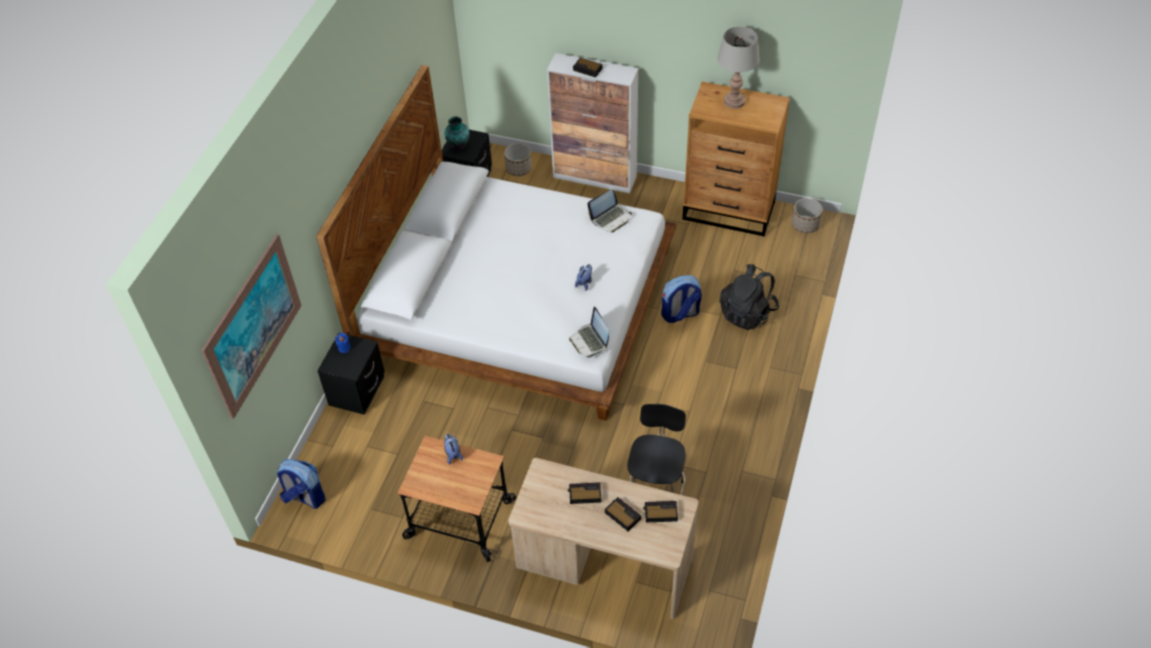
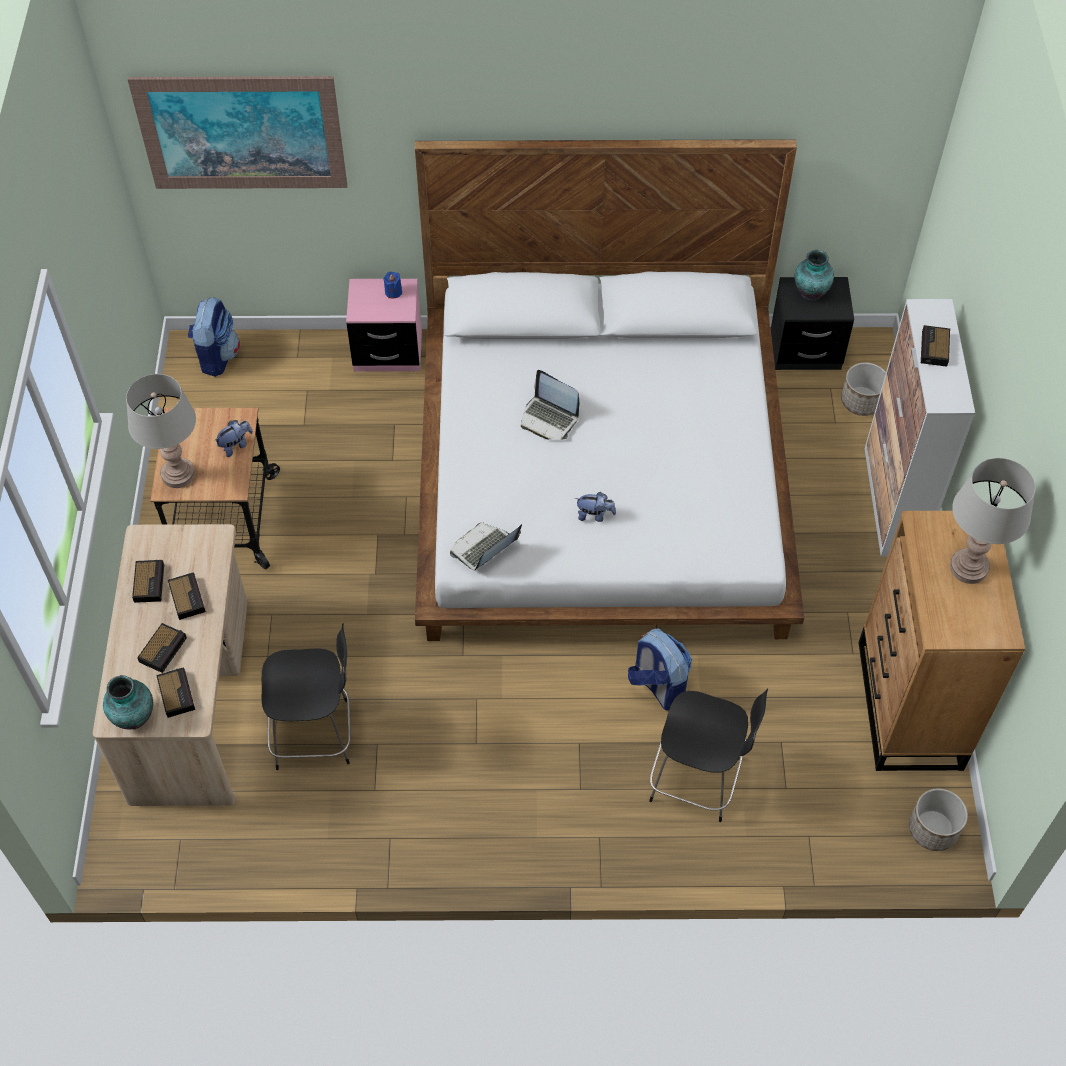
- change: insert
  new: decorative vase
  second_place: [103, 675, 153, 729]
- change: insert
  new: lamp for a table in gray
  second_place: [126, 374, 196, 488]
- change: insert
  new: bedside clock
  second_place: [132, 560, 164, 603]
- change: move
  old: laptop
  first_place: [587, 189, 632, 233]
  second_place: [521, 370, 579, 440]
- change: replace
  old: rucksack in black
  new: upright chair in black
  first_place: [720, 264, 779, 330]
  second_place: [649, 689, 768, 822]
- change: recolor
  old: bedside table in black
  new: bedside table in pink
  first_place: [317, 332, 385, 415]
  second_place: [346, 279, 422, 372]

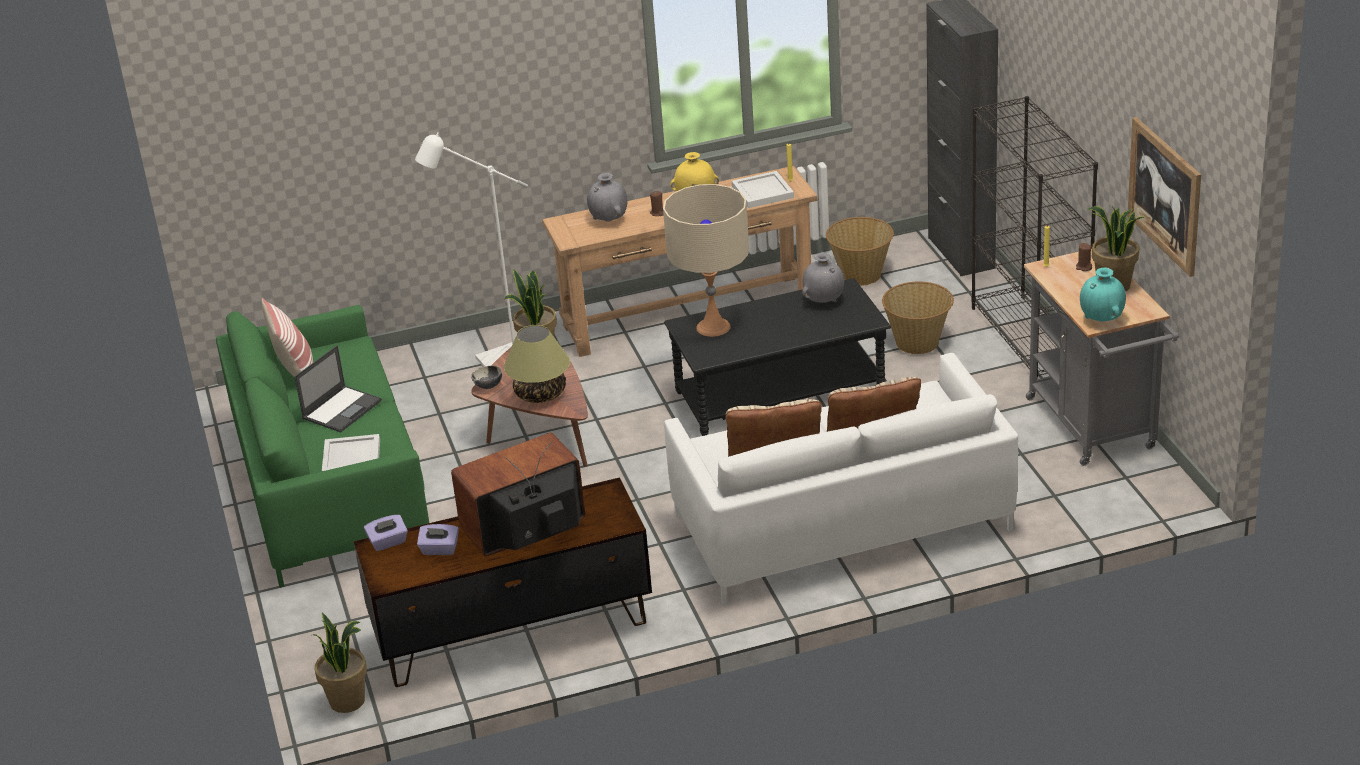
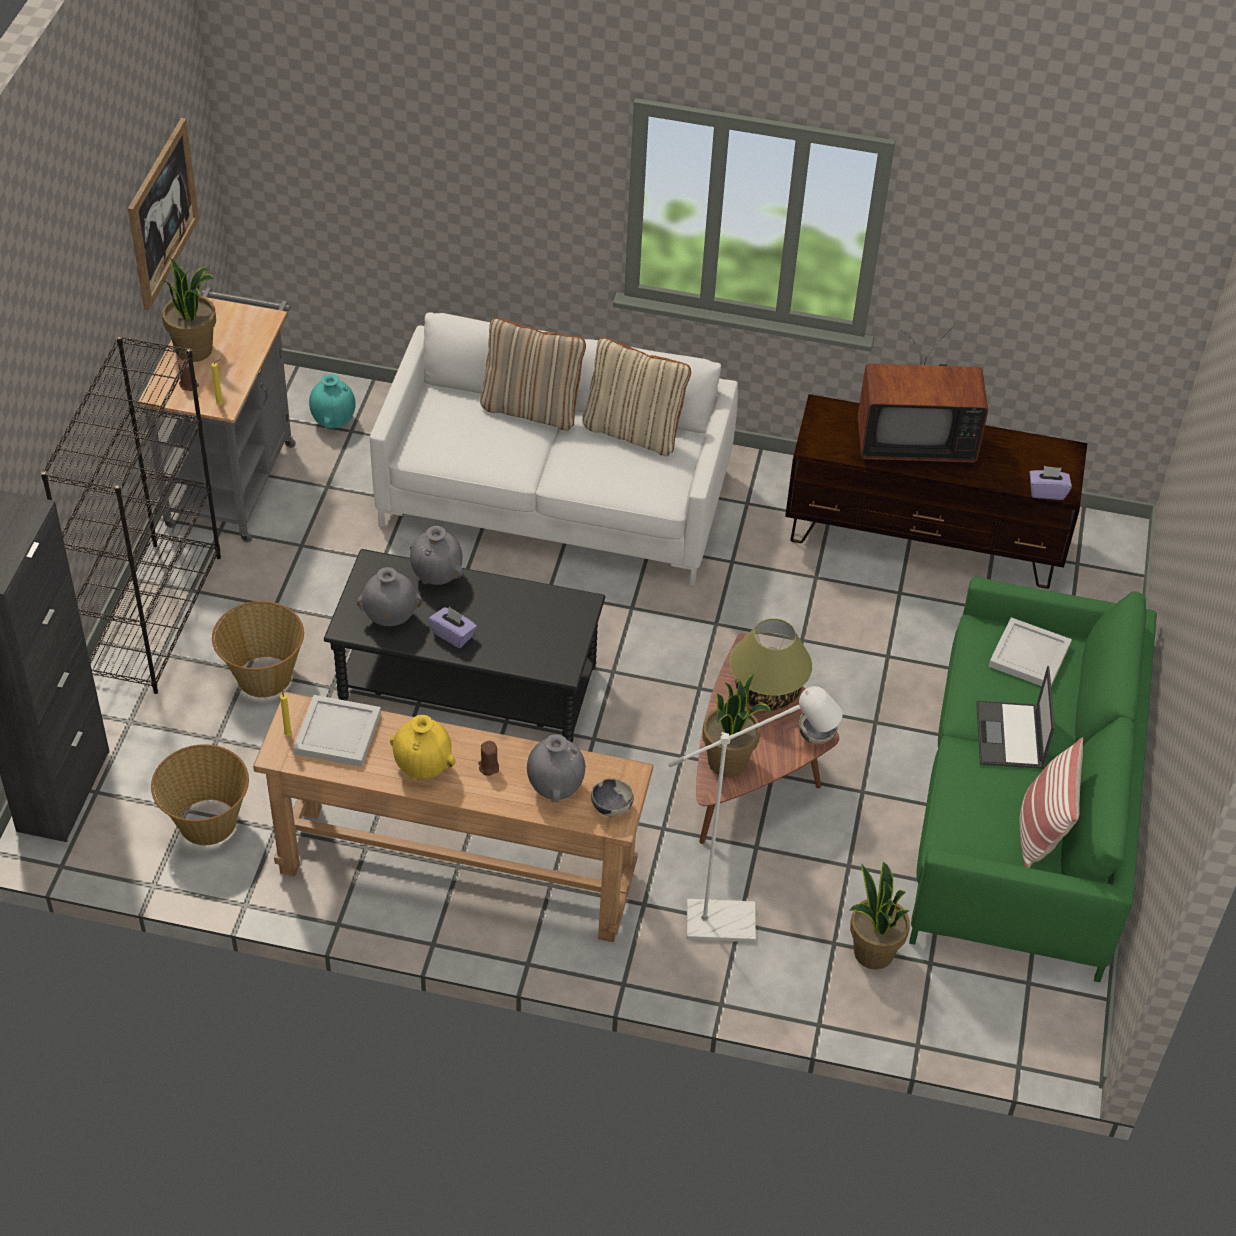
- change: delete
  old: lamp for a table in beige
  first_place: [663, 184, 749, 337]
- change: insert
  new: decorative vase in gray
  second_place: [410, 526, 463, 585]
- change: insert
  new: bowl
  second_place: [591, 779, 634, 817]
- change: move
  old: potted plant
  first_place: [313, 613, 367, 713]
  second_place: [849, 862, 910, 970]
- change: move
  old: tissue holder in purplish
  first_place: [417, 524, 459, 555]
  second_place: [429, 606, 477, 648]
- change: move
  old: decorative vase in blue-green
  first_place: [1080, 267, 1126, 322]
  second_place: [309, 374, 356, 428]
- change: rotate
  old: laptop
  first_place: [294, 345, 382, 433]
  second_place: [976, 666, 1055, 769]
  degrees: -60

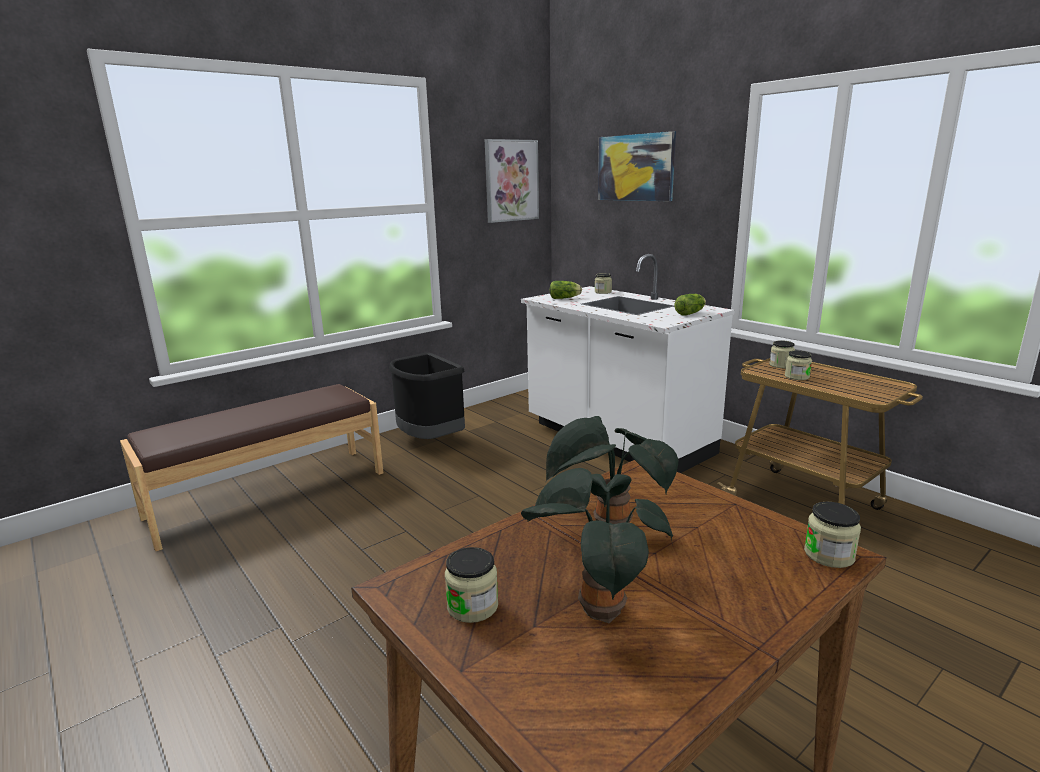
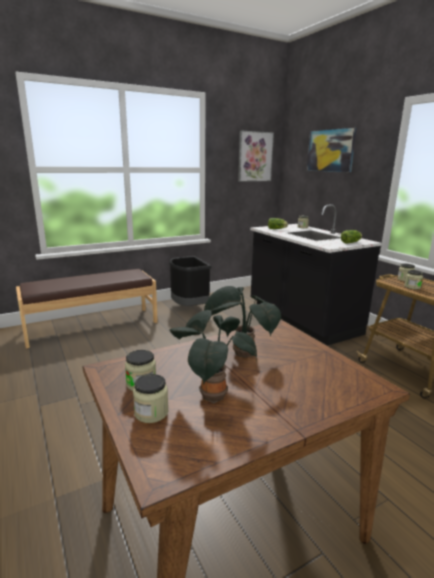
- change: move
  old: jar
  first_place: [804, 502, 861, 568]
  second_place: [133, 374, 169, 423]
- change: recolor
  old: kitchen counter in white
  new: kitchen counter in black
  first_place: [521, 254, 735, 473]
  second_place: [250, 204, 382, 345]

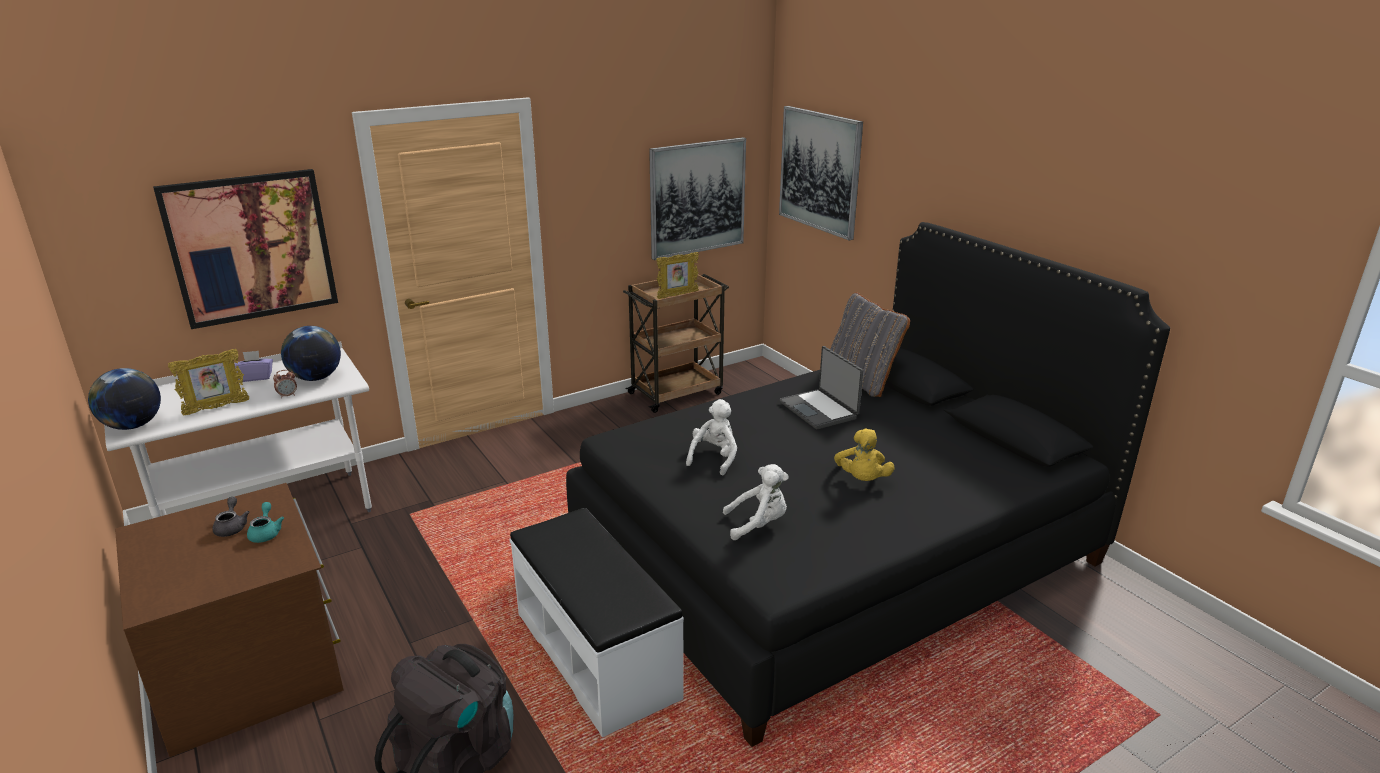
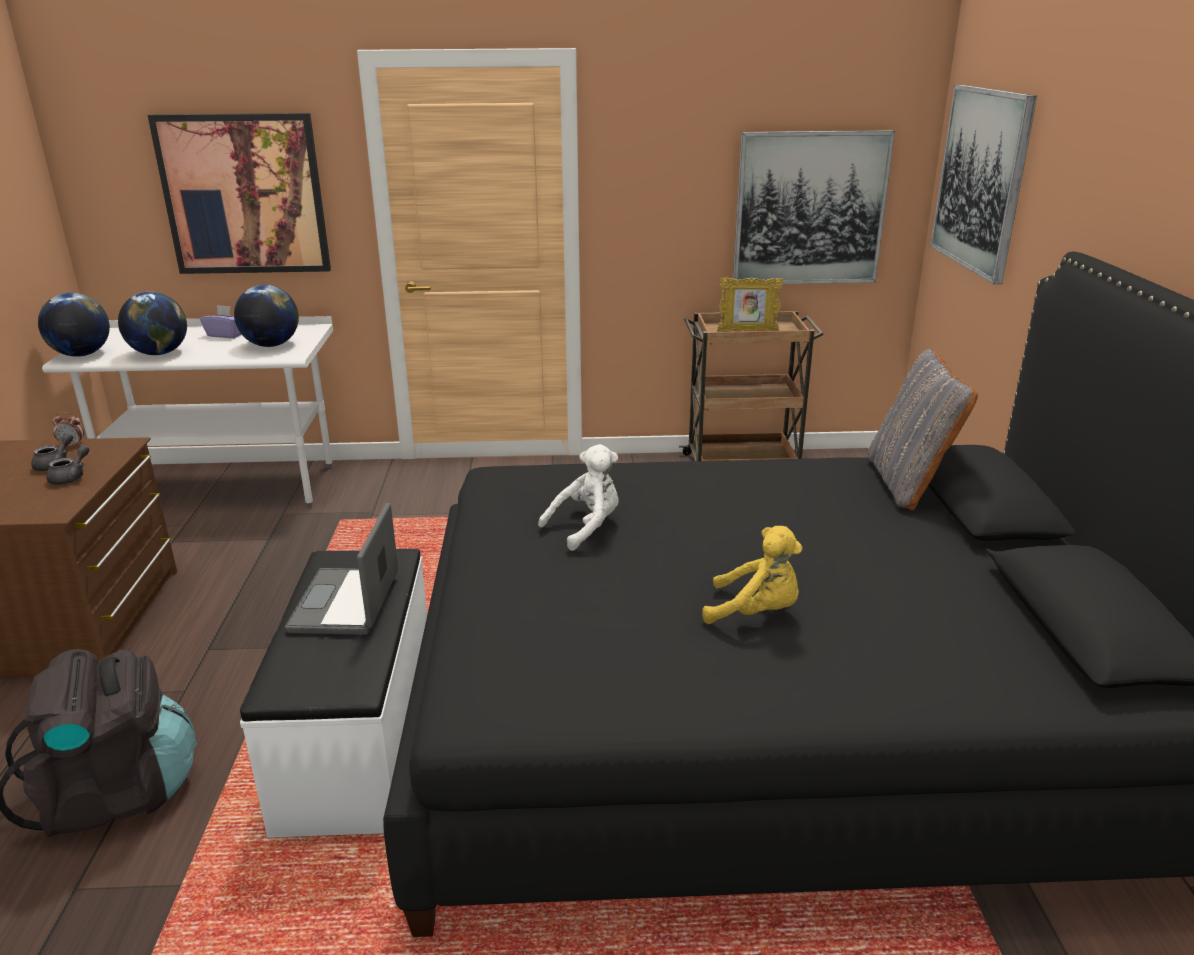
- change: delete
  old: cuddly toy in white
  first_place: [723, 464, 788, 540]
- change: move
  old: bedside clock
  first_place: [273, 370, 297, 398]
  second_place: [52, 412, 84, 447]
- change: move
  old: laptop
  first_place: [780, 346, 863, 429]
  second_place: [285, 503, 398, 635]
- change: replace
  old: standing frame
  new: desk globe
  first_place: [168, 349, 249, 415]
  second_place: [118, 292, 187, 355]
- change: recolor
  old: teapot in blue-green
  new: teapot in gray
  first_place: [247, 502, 284, 543]
  second_place: [46, 445, 89, 485]
- change: rotate
  old: cuddly toy in yellow-coloured
  first_place: [834, 429, 895, 481]
  second_place: [702, 526, 803, 624]
  degrees: -105

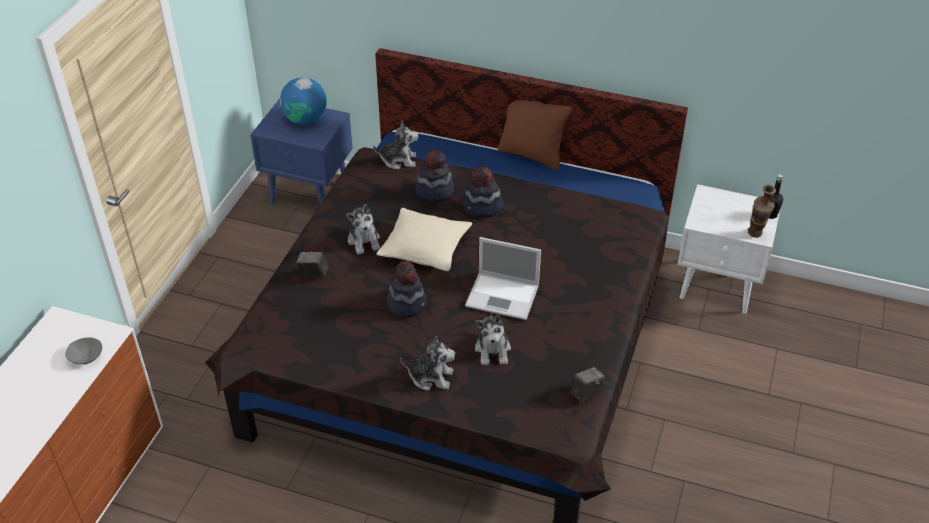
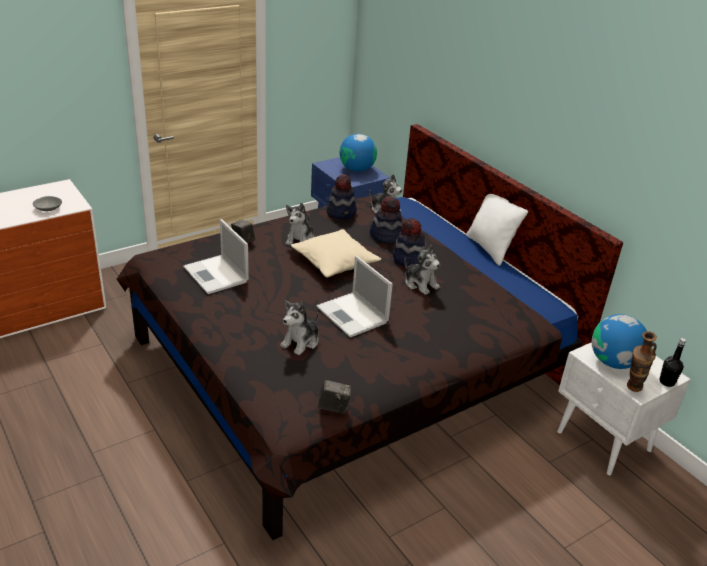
- change: insert
  new: laptop
  second_place: [183, 219, 249, 294]
- change: insert
  new: desk globe
  second_place: [592, 314, 647, 369]
- change: move
  old: hat
  first_place: [387, 262, 427, 318]
  second_place: [327, 174, 357, 219]
- change: move
  old: cuddly toy
  first_place: [400, 336, 456, 391]
  second_place: [404, 245, 440, 295]
- change: recolor
  old: throw pillow in brownish
  new: throw pillow in white
  first_place: [498, 100, 573, 170]
  second_place: [466, 194, 528, 266]

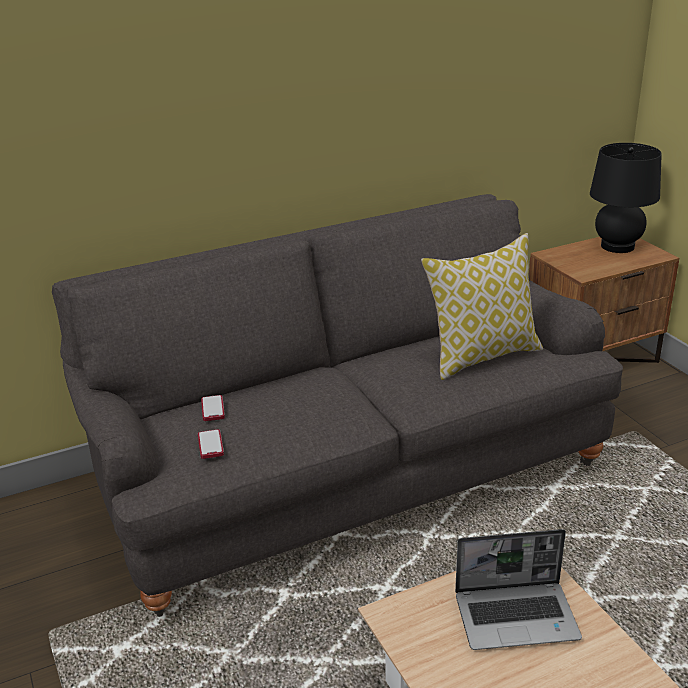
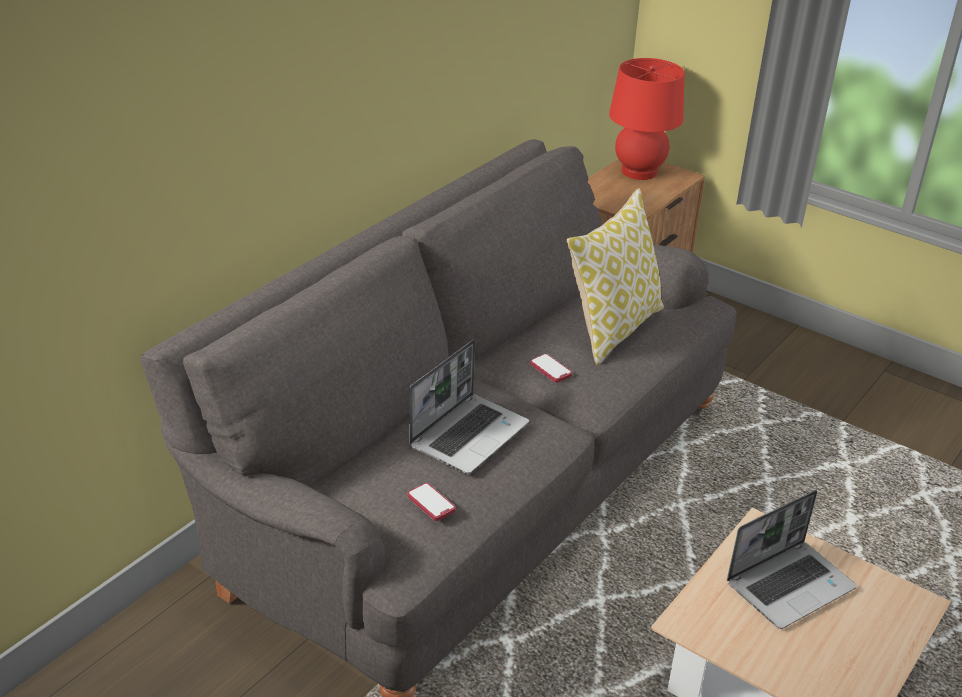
- change: insert
  new: laptop
  second_place: [409, 339, 529, 474]
- change: move
  old: handset
  first_place: [201, 395, 225, 421]
  second_place: [530, 354, 572, 383]
- change: recolor
  old: lamp for a table in black
  new: lamp for a table in red-coloured
  first_place: [590, 143, 662, 253]
  second_place: [609, 58, 685, 180]

